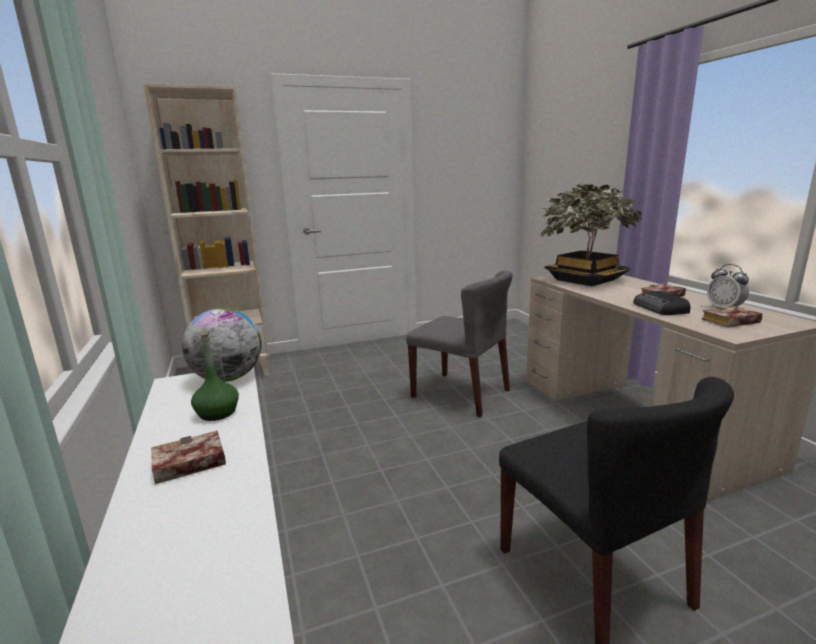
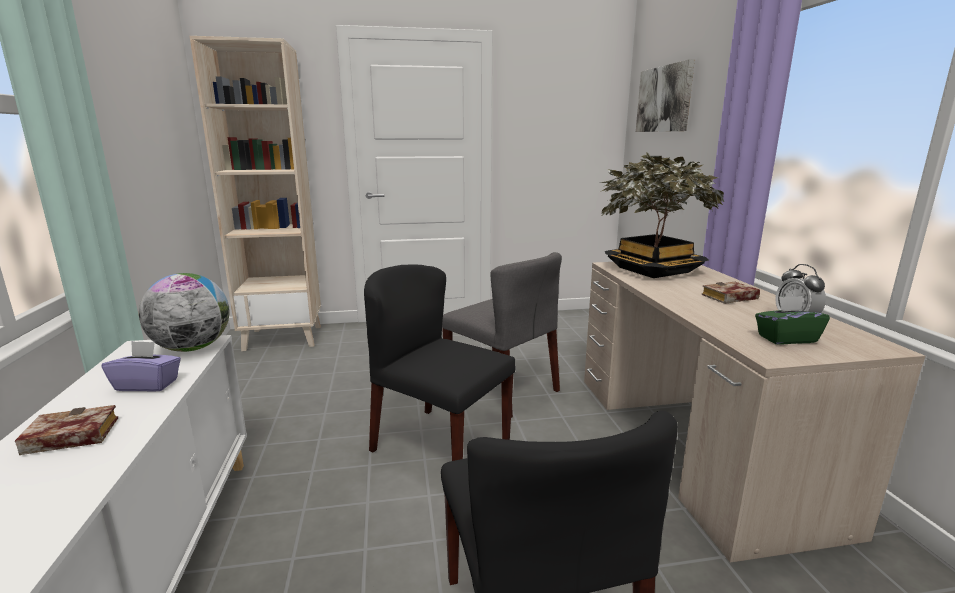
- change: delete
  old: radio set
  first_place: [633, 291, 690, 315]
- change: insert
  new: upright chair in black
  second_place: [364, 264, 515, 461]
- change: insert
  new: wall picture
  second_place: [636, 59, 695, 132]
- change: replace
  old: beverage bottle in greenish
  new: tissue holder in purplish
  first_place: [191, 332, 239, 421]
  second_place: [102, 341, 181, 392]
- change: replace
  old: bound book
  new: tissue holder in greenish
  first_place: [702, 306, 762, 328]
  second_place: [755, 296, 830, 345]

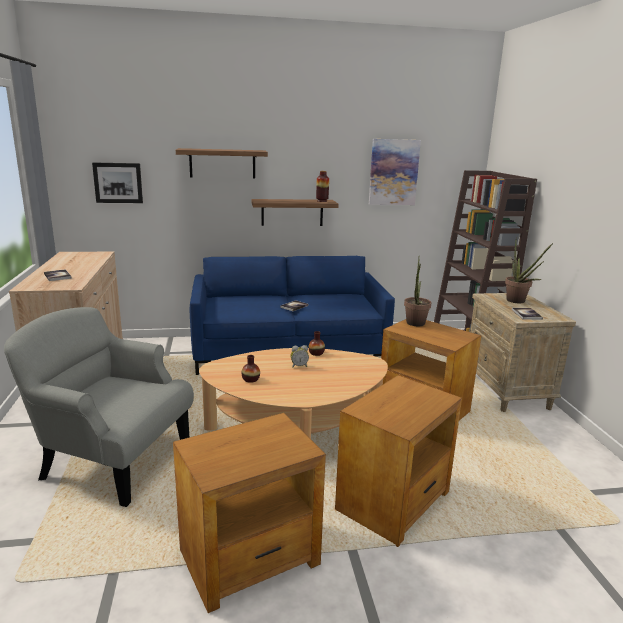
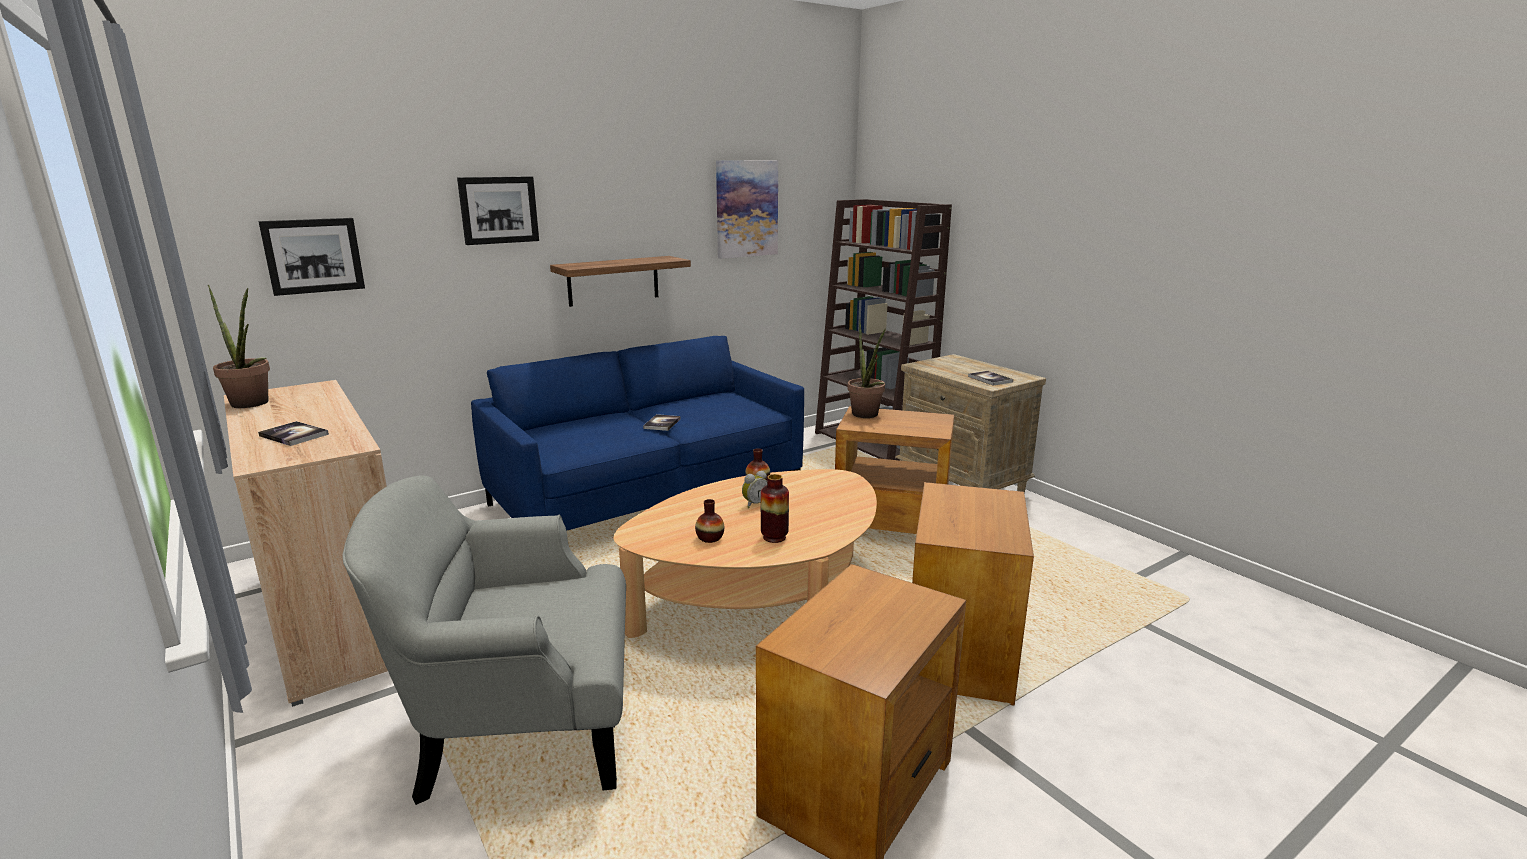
- change: move
  old: decorative vase
  first_place: [316, 171, 329, 202]
  second_place: [761, 474, 789, 543]
- change: move
  old: potted plant
  first_place: [505, 237, 553, 303]
  second_place: [208, 285, 270, 408]
- change: replace
  old: wall shelf
  new: wall picture
  first_place: [176, 148, 268, 179]
  second_place: [457, 176, 539, 245]

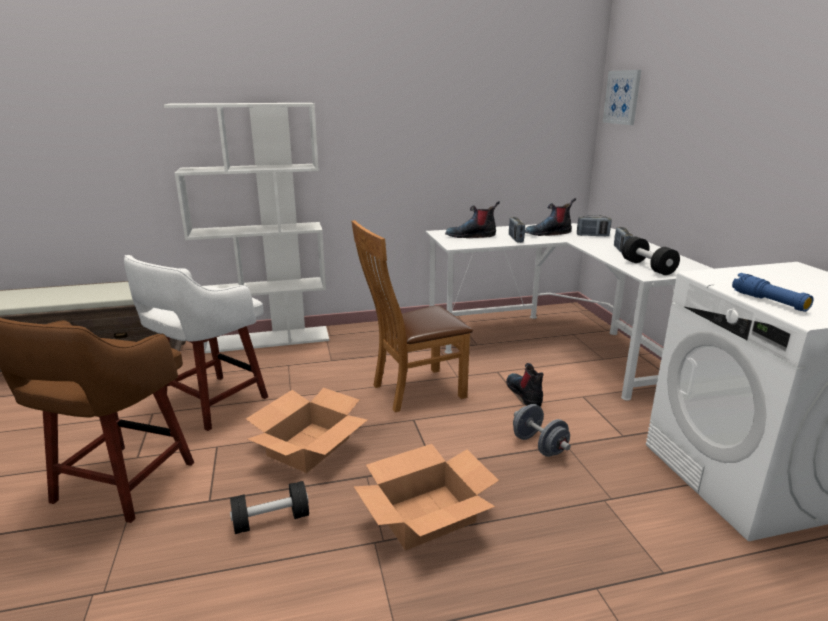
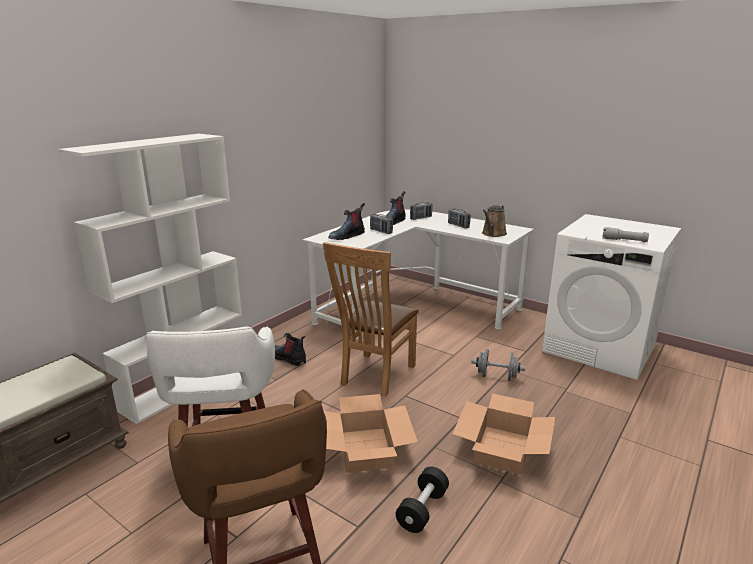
- change: delete
  old: wall picture
  first_place: [603, 70, 641, 125]
- change: move
  old: tall boot
  first_place: [506, 363, 544, 407]
  second_place: [275, 333, 306, 366]
- change: replace
  old: hand weight in black
  new: watering pot in brownish
  first_place: [622, 237, 680, 275]
  second_place: [482, 205, 507, 237]
- change: recolor
  old: flashlight in blue
  new: flashlight in gray
  first_place: [732, 273, 814, 312]
  second_place: [602, 227, 649, 242]

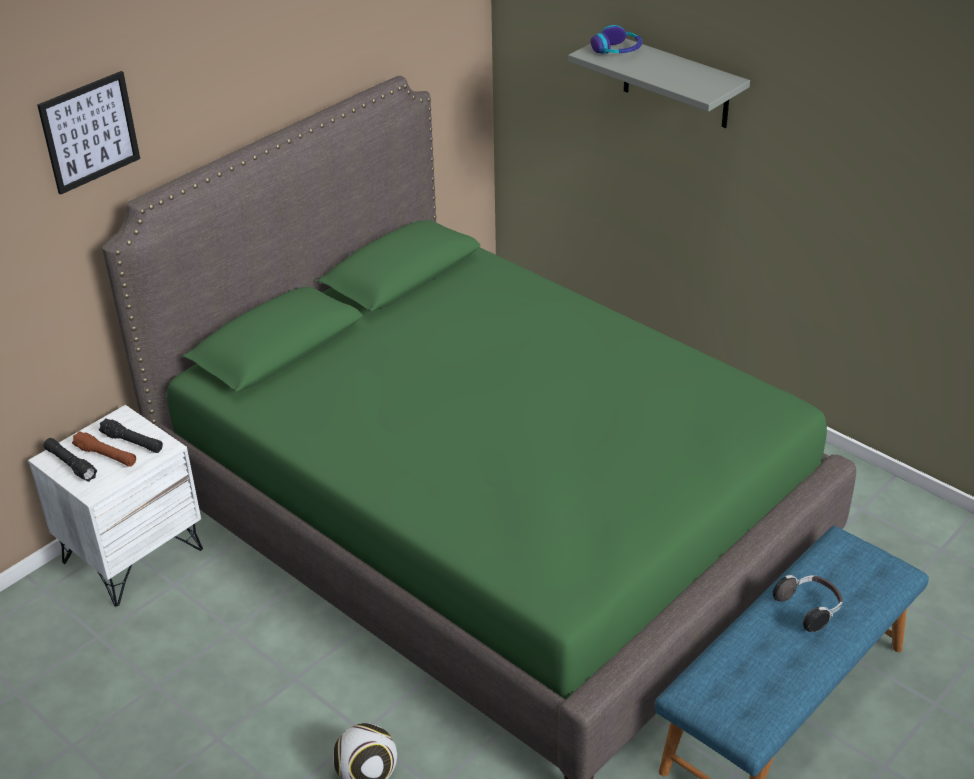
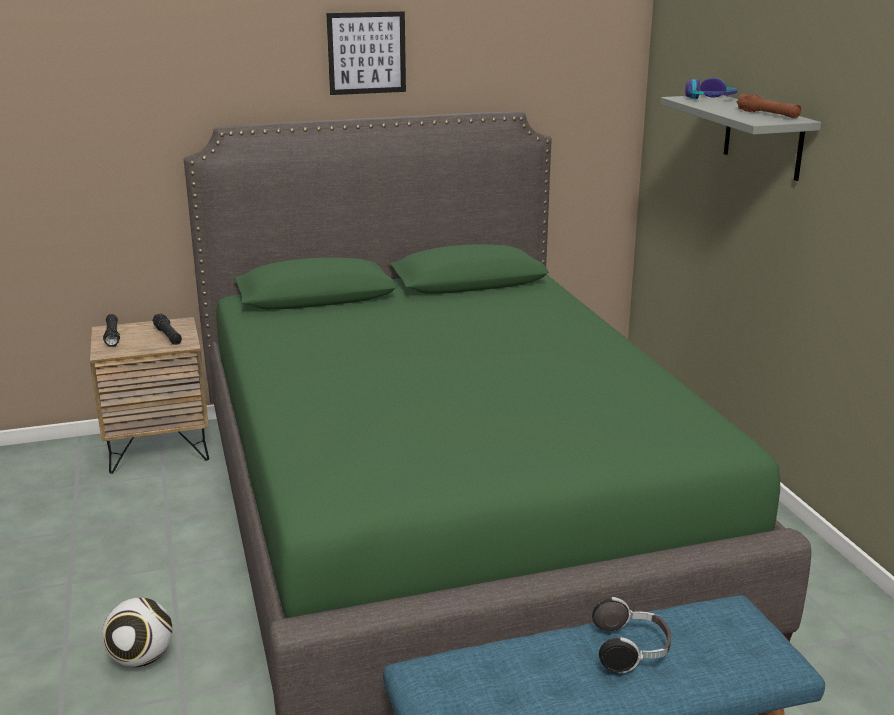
- change: move
  old: wall picture
  first_place: [37, 71, 140, 195]
  second_place: [326, 11, 406, 95]
- change: move
  old: flashlight in brownish
  first_place: [72, 431, 136, 467]
  second_place: [737, 94, 801, 118]
- change: recolor
  old: bedside table in white
  new: bedside table in brownish
  first_place: [28, 405, 203, 606]
  second_place: [90, 317, 209, 474]

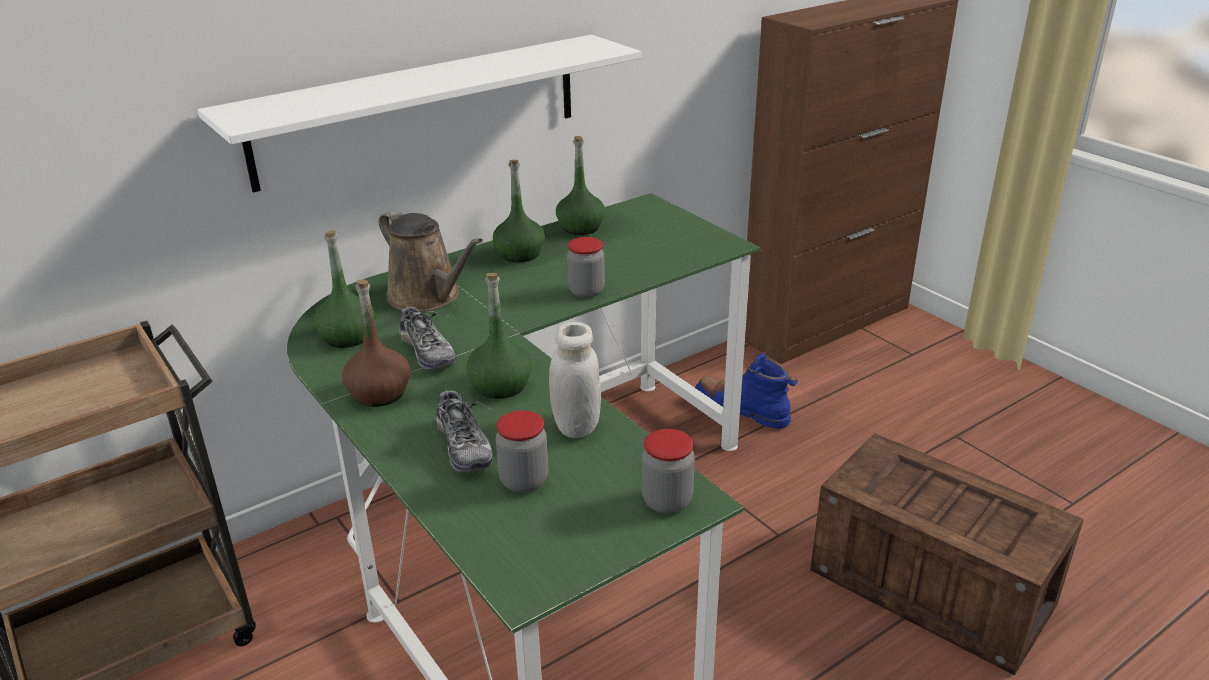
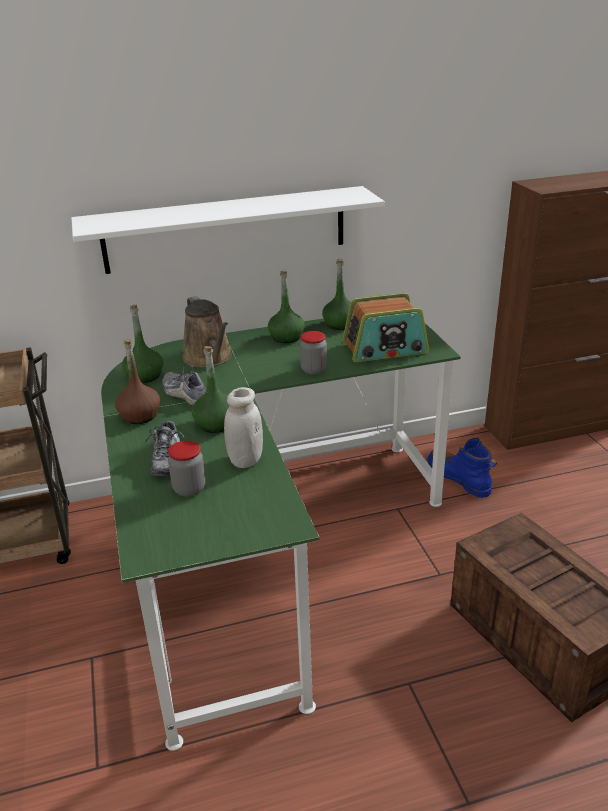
- change: delete
  old: jar
  first_place: [642, 429, 695, 514]
- change: insert
  new: radio set
  second_place: [342, 293, 429, 362]
- change: rotate
  old: item of footwear
  first_place: [399, 303, 456, 369]
  second_place: [162, 365, 206, 405]
  degrees: 150

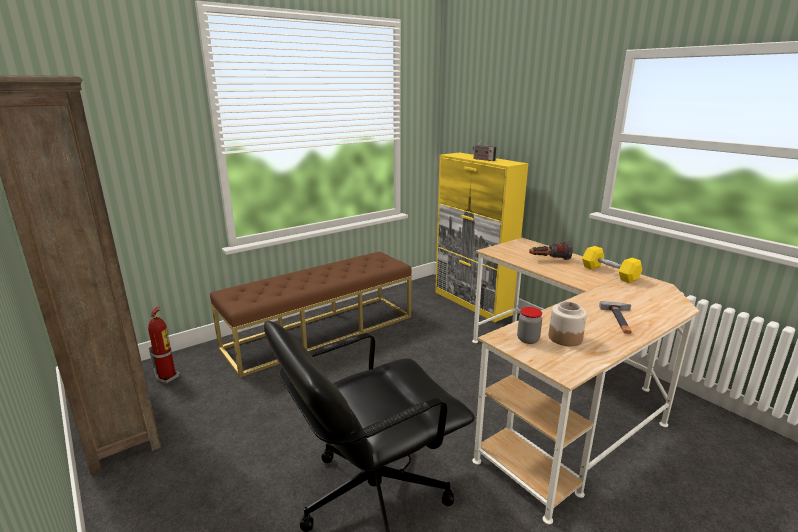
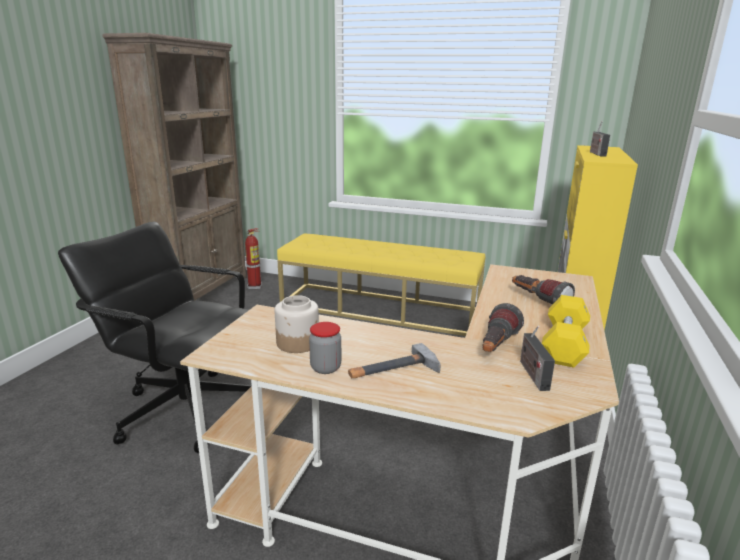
- change: insert
  new: flashlight
  second_place: [482, 303, 524, 352]
- change: insert
  new: radio set
  second_place: [520, 326, 555, 391]
- change: move
  old: jar
  first_place: [517, 307, 542, 344]
  second_place: [309, 322, 341, 374]
- change: recolor
  old: bench in brownish
  new: bench in yellow-coloured
  first_place: [210, 251, 412, 378]
  second_place: [277, 233, 485, 336]

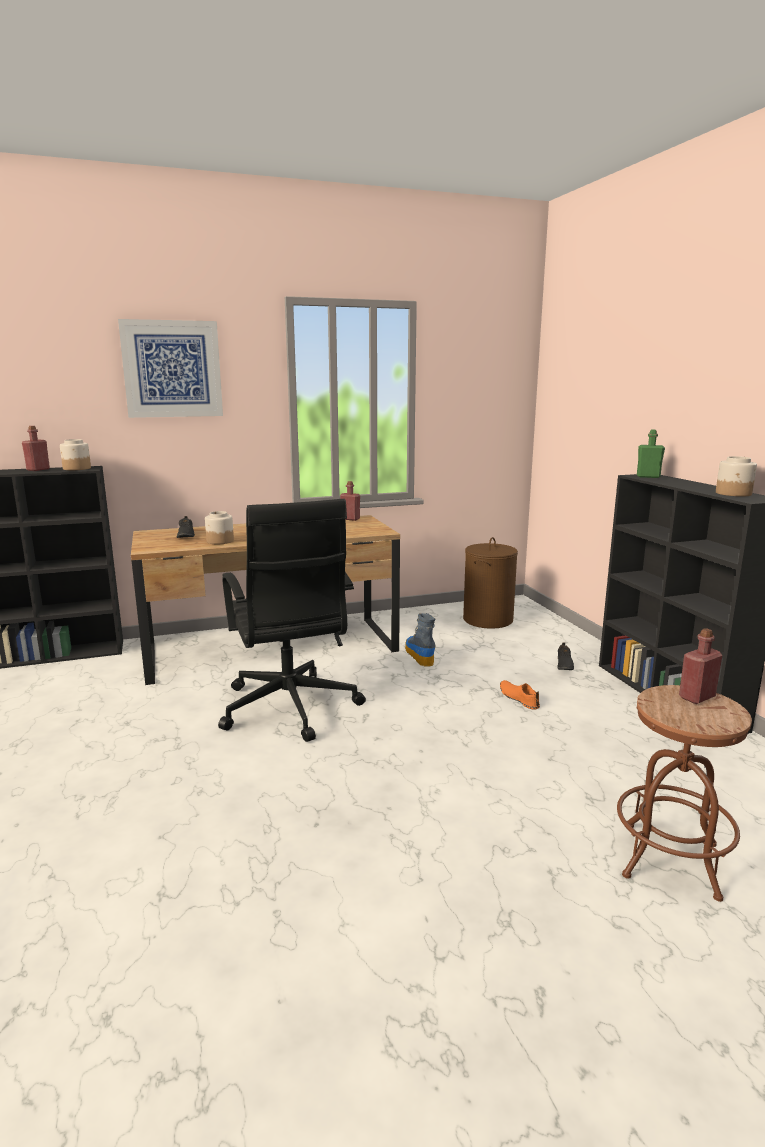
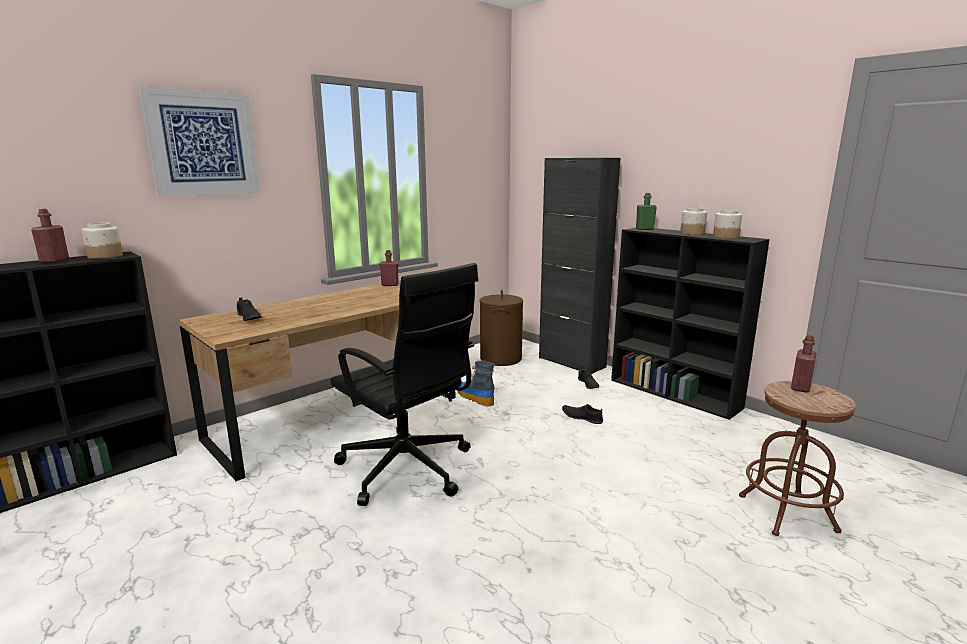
- change: insert
  new: storage cabinet in black
  second_place: [539, 158, 620, 374]
- change: move
  old: jar
  first_place: [205, 511, 234, 544]
  second_place: [680, 207, 707, 235]
- change: recolor
  old: item of footwear in orangey
  new: item of footwear in black
  first_place: [500, 680, 540, 710]
  second_place: [562, 404, 603, 424]

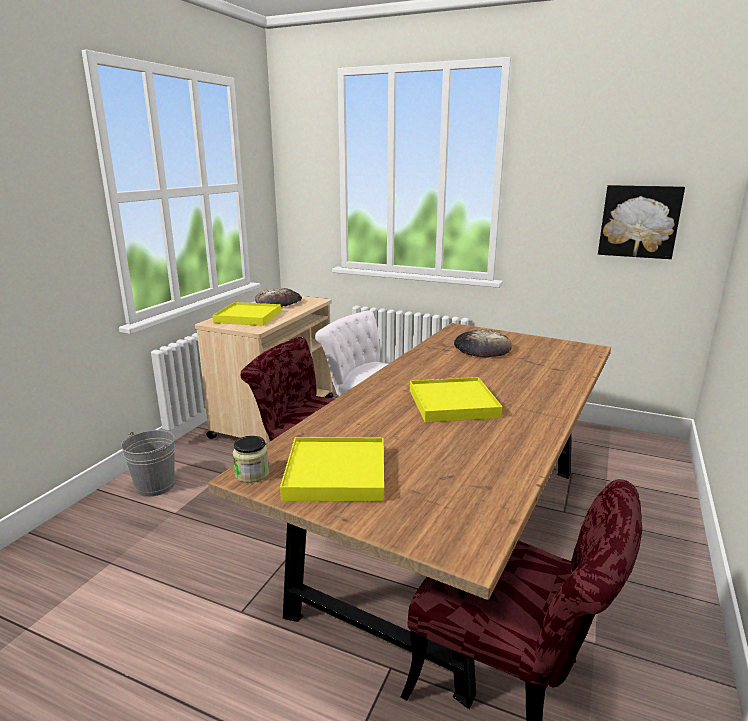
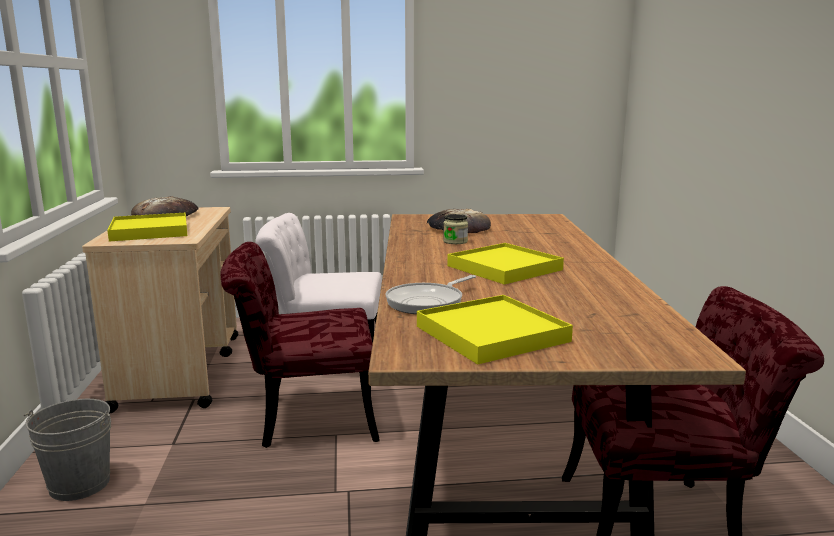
- change: delete
  old: wall picture
  first_place: [598, 185, 685, 259]
- change: insert
  new: frying pan
  second_place: [385, 275, 476, 314]
- change: move
  old: jar
  first_place: [233, 436, 269, 483]
  second_place: [443, 214, 468, 244]

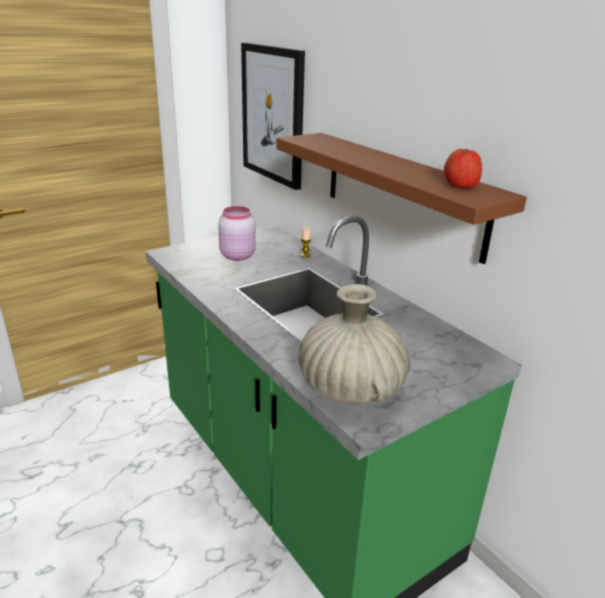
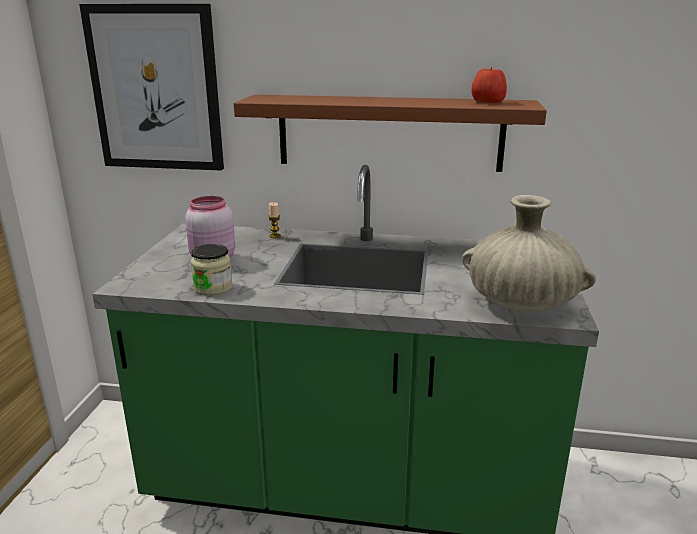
- change: insert
  new: jar
  second_place: [191, 244, 233, 295]

